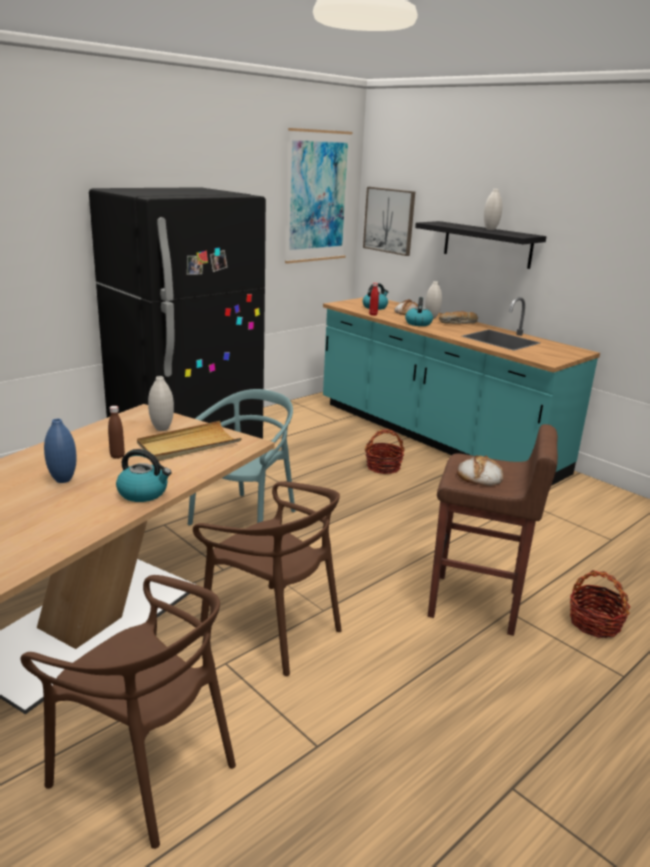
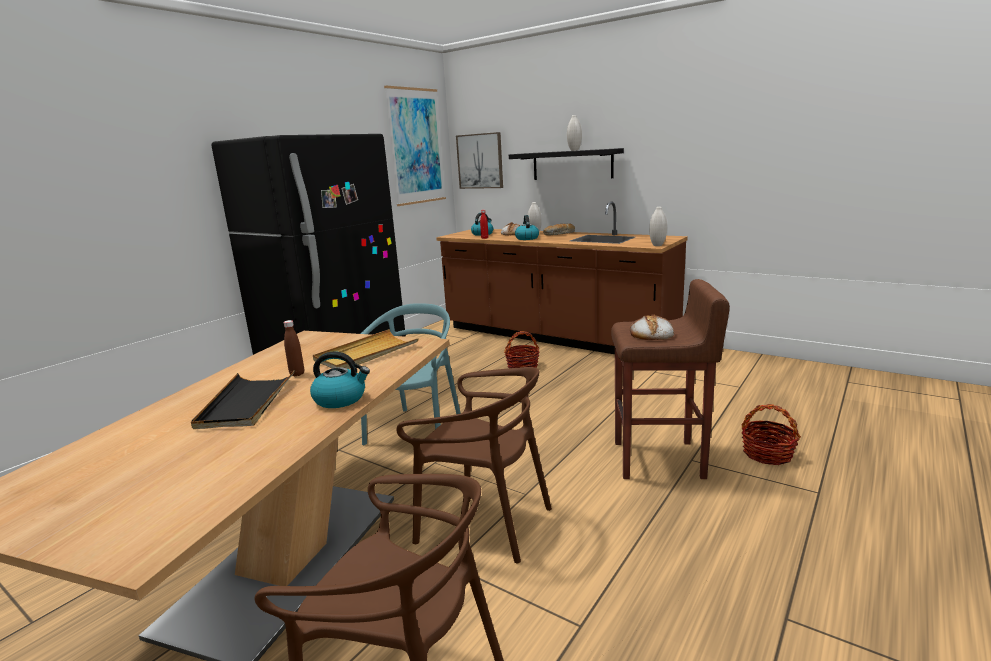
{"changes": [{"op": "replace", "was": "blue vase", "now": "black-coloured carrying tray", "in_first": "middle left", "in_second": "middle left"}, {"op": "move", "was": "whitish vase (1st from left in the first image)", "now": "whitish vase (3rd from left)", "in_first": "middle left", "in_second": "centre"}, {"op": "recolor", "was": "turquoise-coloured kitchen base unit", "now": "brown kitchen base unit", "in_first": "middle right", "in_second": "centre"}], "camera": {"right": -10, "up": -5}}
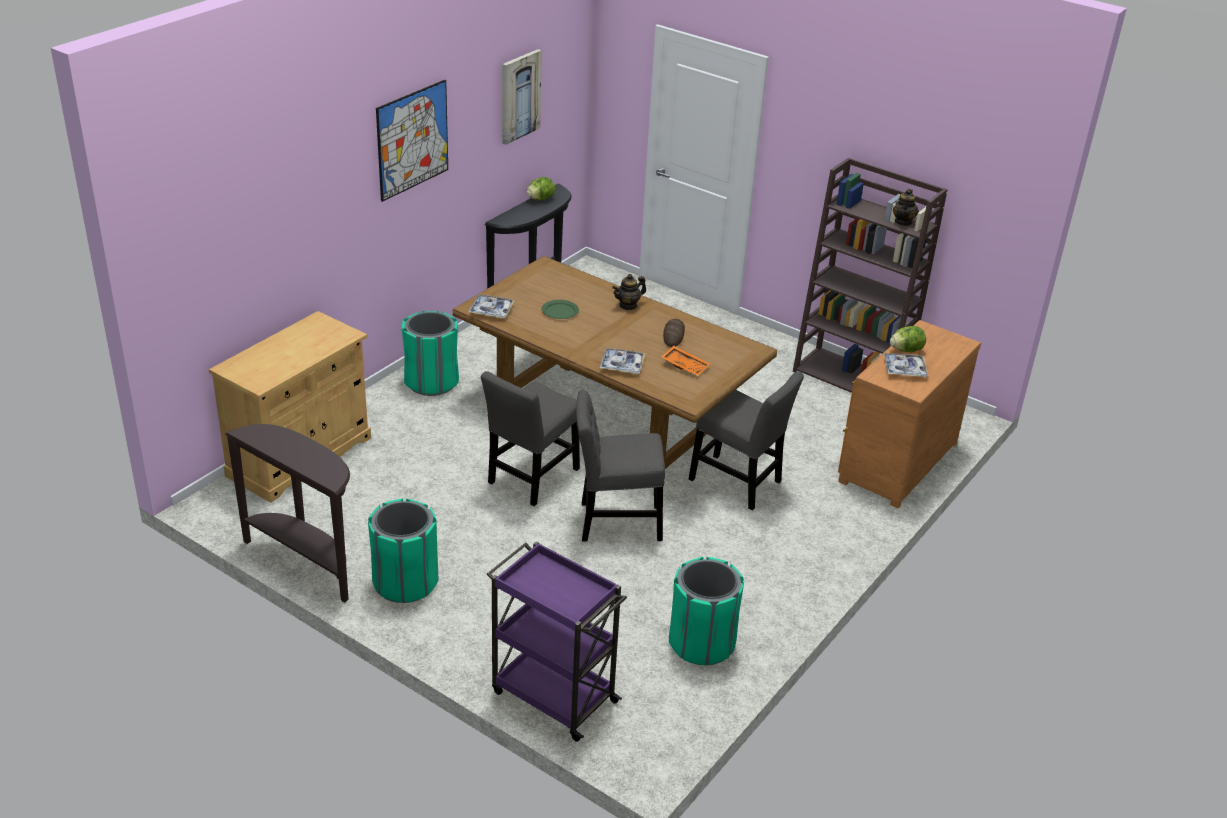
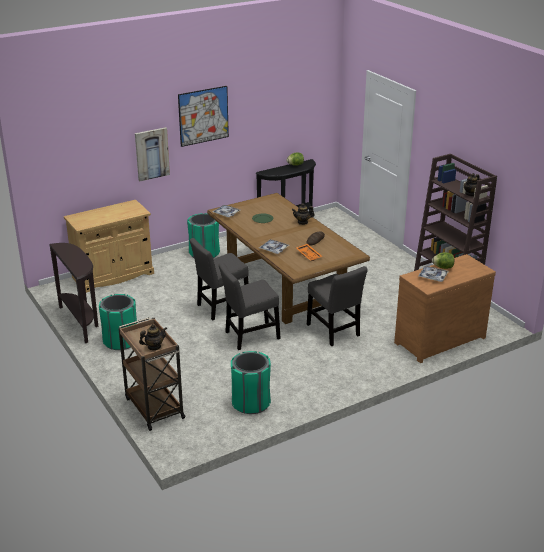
{"changes": [{"op": "recolor", "was": "purplish trolley", "now": "brown trolley", "in_first": "bottom centre", "in_second": "bottom left"}, {"op": "move", "was": "wall picture (2nd from left in the first image)", "now": "wall picture (1st from left)", "in_first": "top centre", "in_second": "top left"}, {"op": "rotate", "was": "grey upright chair (2nd from left)", "in_first": "centre", "in_second": "centre", "clockwise": -45}, {"op": "insert", "now": "teapot (1st from left)", "in_second": "middle left"}], "camera": {"right": 25, "up": -5}}
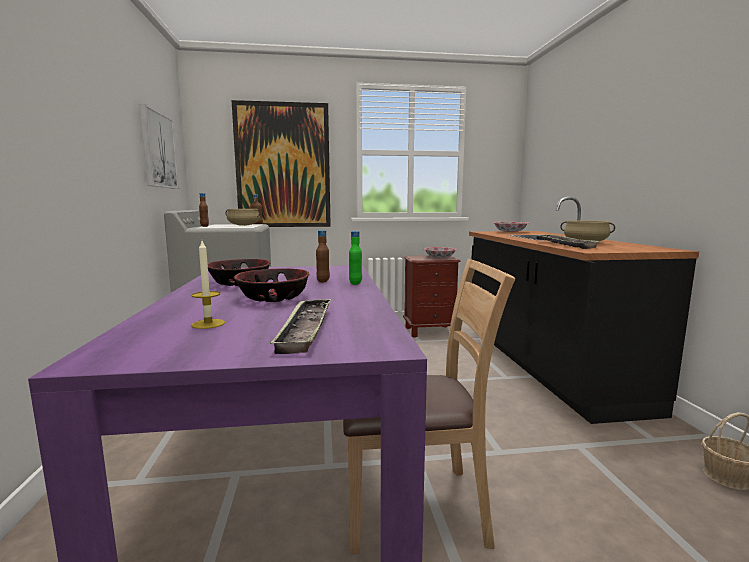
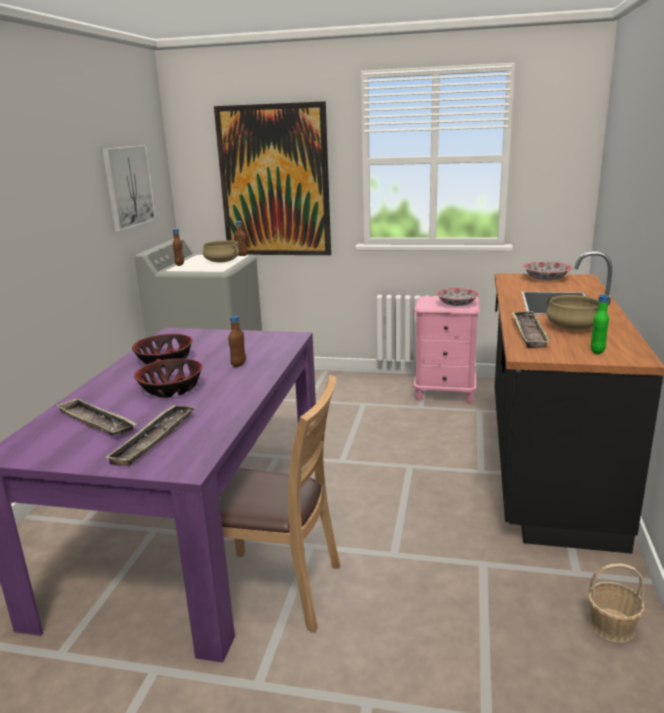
{"changes": [{"op": "replace", "was": "candle", "now": "carrying tray (1st from left)", "in_first": "middle left", "in_second": "middle left"}, {"op": "move", "was": "green-coloured bottle", "in_first": "centre", "in_second": "middle right"}, {"op": "recolor", "was": "brown nightstand", "now": "pink nightstand", "in_first": "centre", "in_second": "middle right"}], "camera": {"right": 20, "up": 10}}
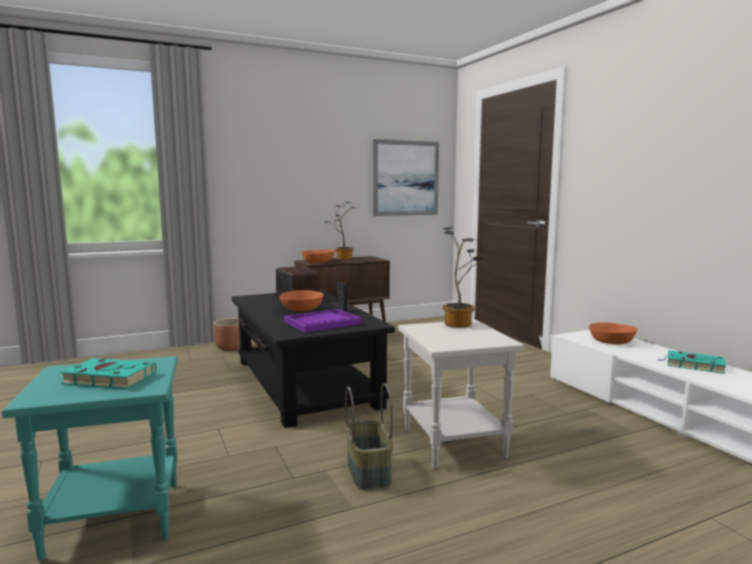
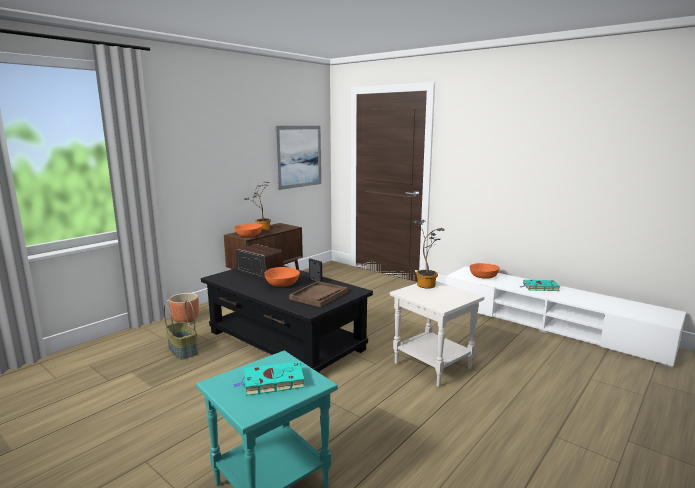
{"changes": [{"op": "recolor", "was": "purplish carrying tray", "now": "brown carrying tray", "in_first": "centre", "in_second": "centre"}, {"op": "move", "was": "storage basket", "in_first": "bottom centre", "in_second": "bottom left"}], "camera": {"right": -25, "up": 5}}
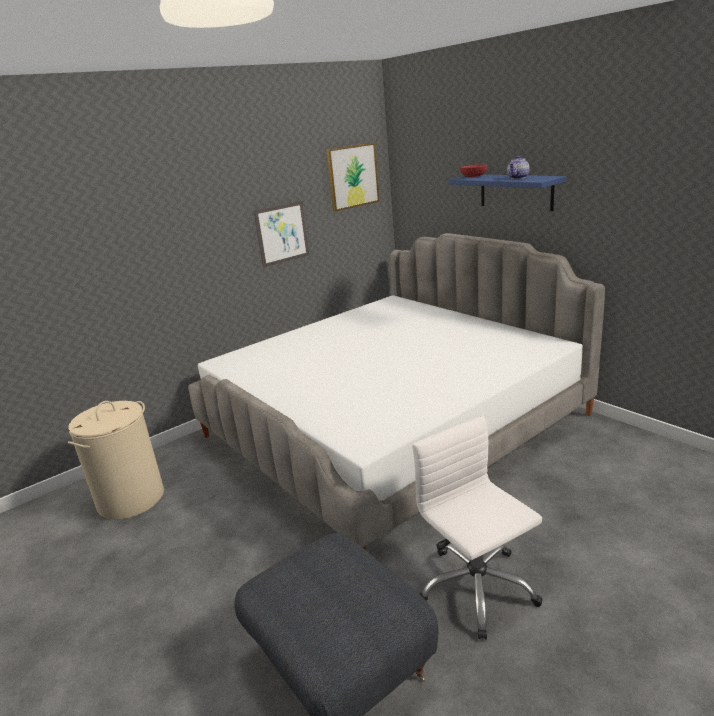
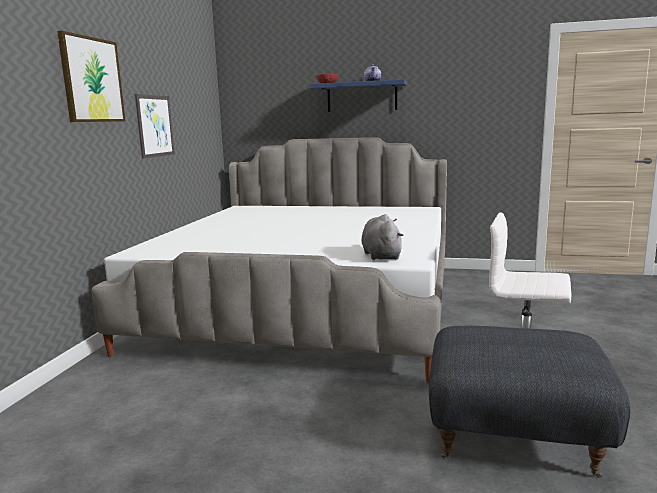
{"changes": [{"op": "delete", "was": "beige-coloured hamper", "in_first": "middle left"}, {"op": "move", "was": "wall picture (2nd from left in the first image)", "now": "wall picture (1st from left)", "in_first": "top centre", "in_second": "top left"}, {"op": "insert", "now": "grey cuddly toy", "in_second": "centre"}], "camera": {"right": -40, "up": -10}}
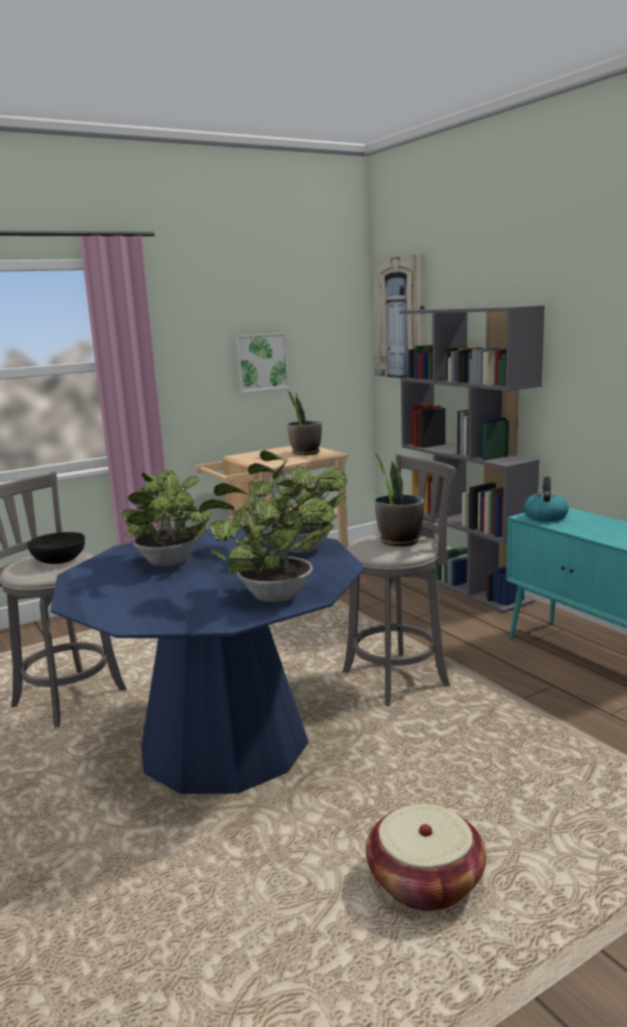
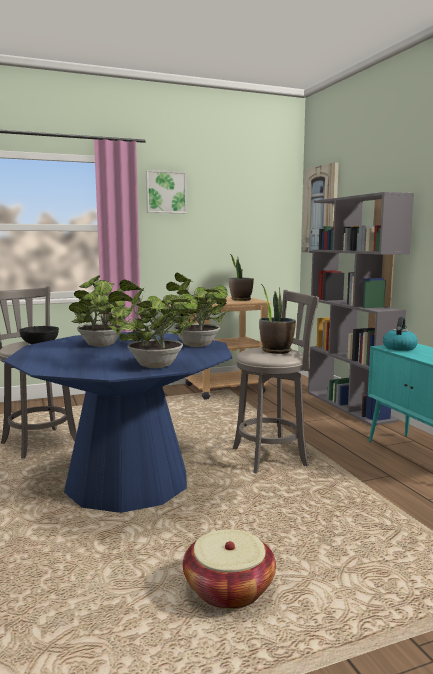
{"changes": [{"op": "move", "was": "wall picture (1st from left)", "in_first": "centre", "in_second": "top centre"}], "camera": {"right": 10, "up": -5}}
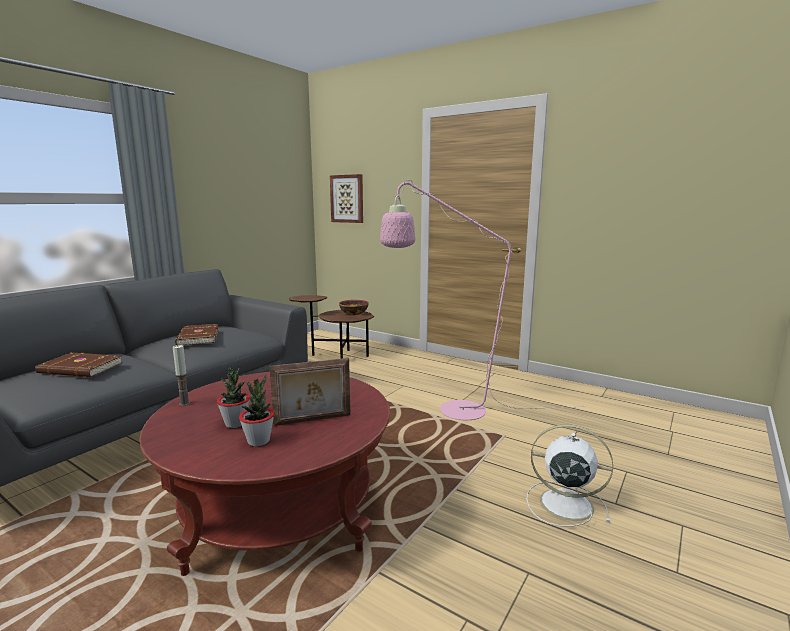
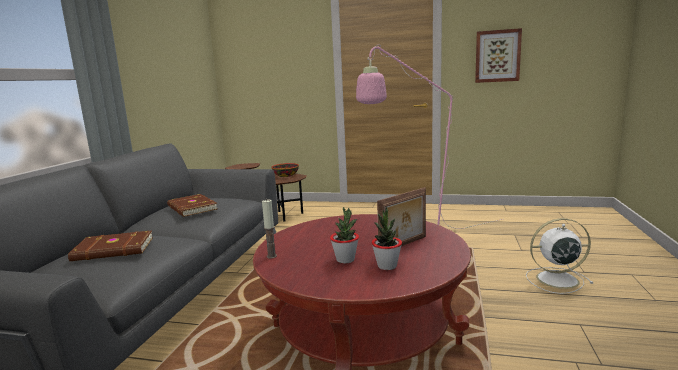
{"changes": [{"op": "move", "was": "wall picture", "in_first": "top centre", "in_second": "top right"}], "camera": {"right": -20, "up": 0}}
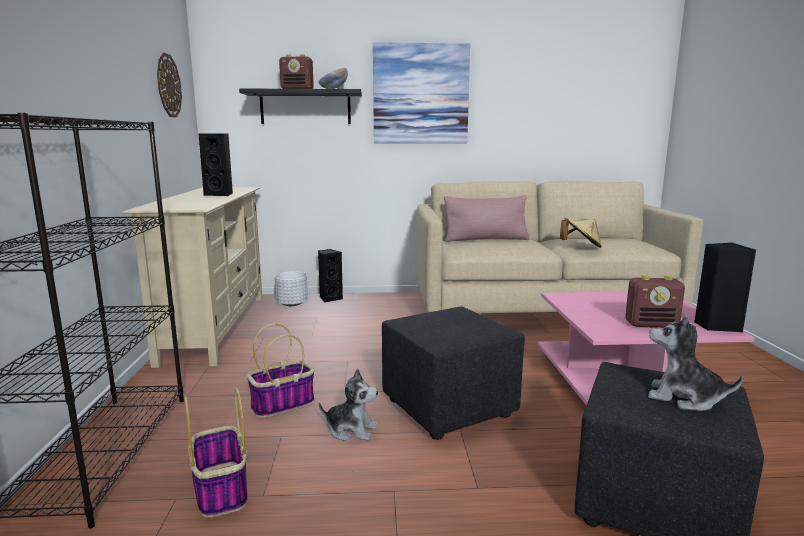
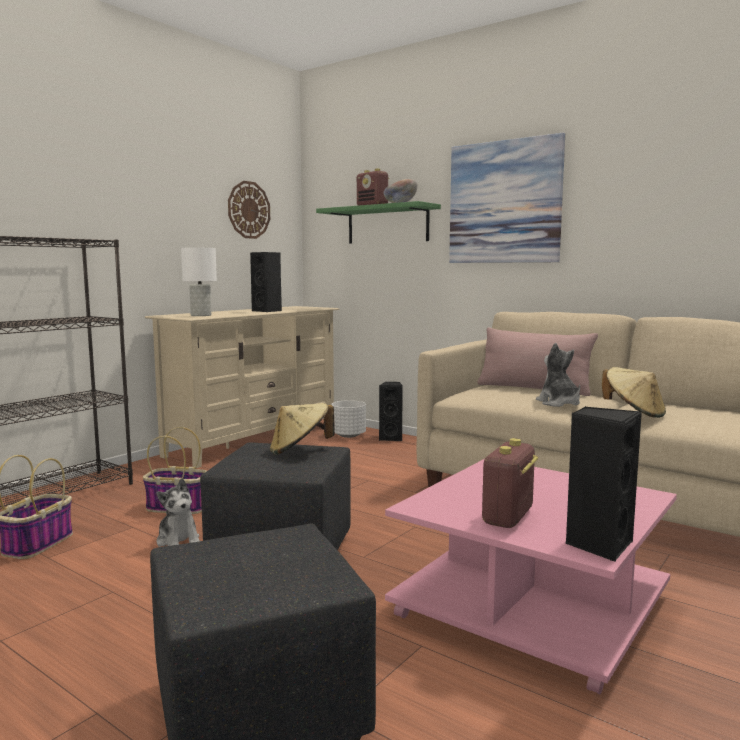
{"changes": [{"op": "recolor", "was": "black-coloured wall shelf", "now": "green-coloured wall shelf", "in_first": "top centre", "in_second": "top centre"}, {"op": "rotate", "was": "radio (2nd from left)", "in_first": "middle right", "in_second": "middle right", "clockwise": 75}, {"op": "move", "was": "cuddly toy (2nd from left)", "in_first": "bottom right", "in_second": "middle right"}, {"op": "insert", "now": "whitish lamp for a table", "in_second": "middle left"}, {"op": "insert", "now": "beige-coloured hat (1st from left)", "in_second": "centre"}], "camera": {"right": 40, "up": -5}}
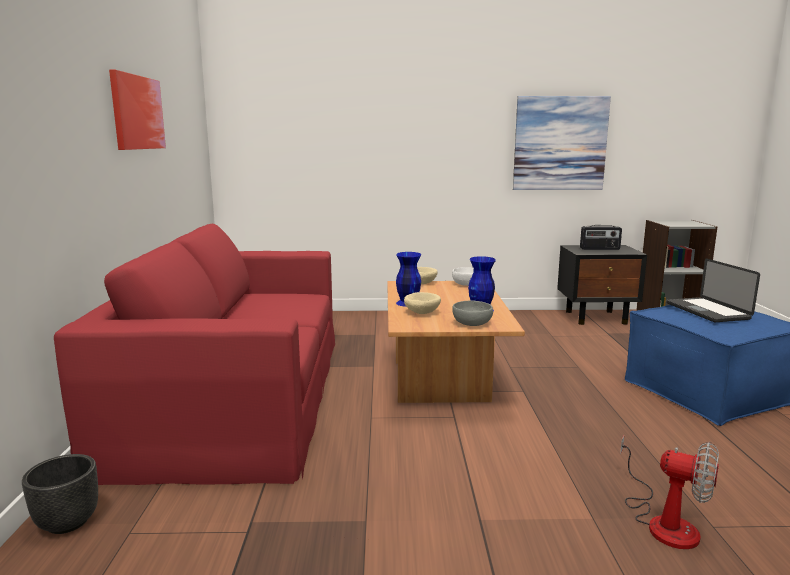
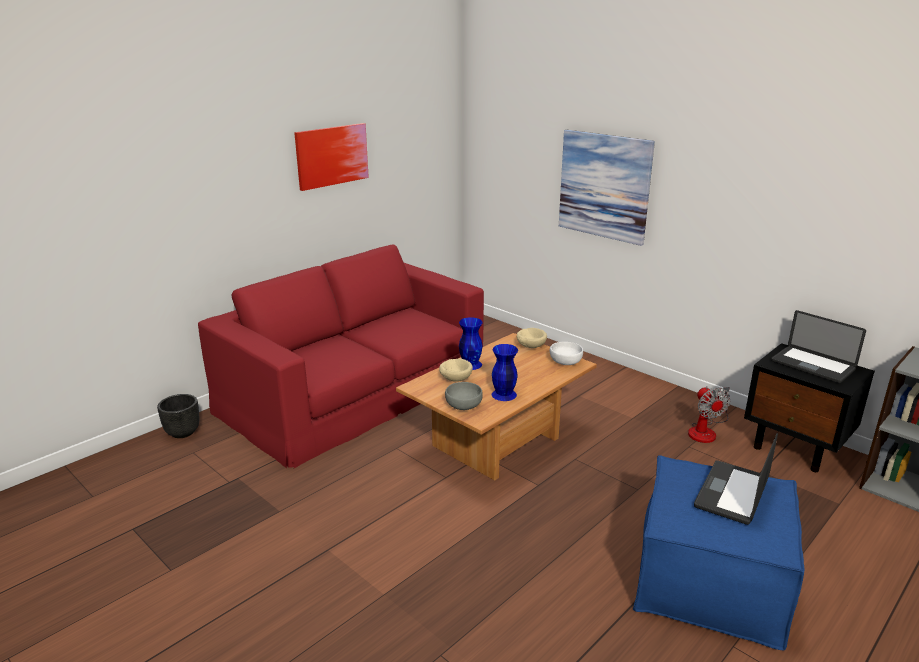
{"changes": [{"op": "move", "was": "wall picture (2nd from left)", "in_first": "top right", "in_second": "top centre"}, {"op": "replace", "was": "radio", "now": "notebook computer (2nd from left)", "in_first": "middle right", "in_second": "middle right"}, {"op": "move", "was": "electric fan", "in_first": "bottom right", "in_second": "middle right"}], "camera": {"right": 45, "up": 10}}
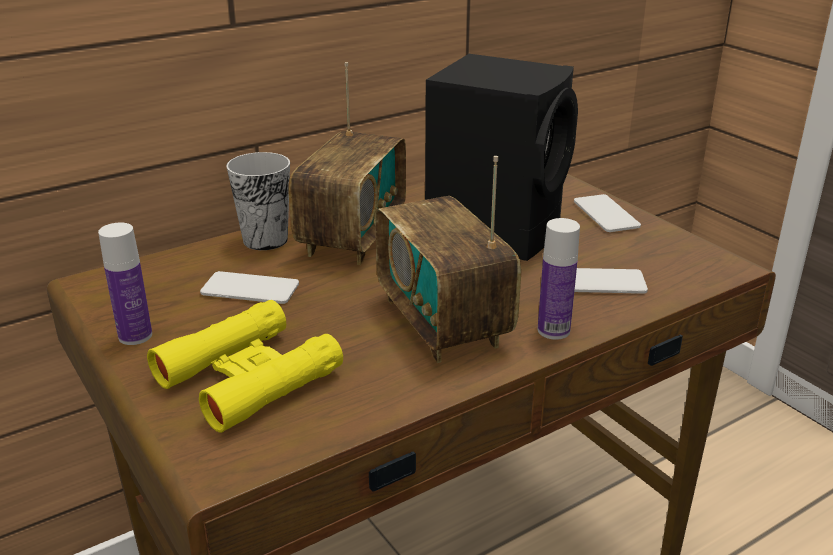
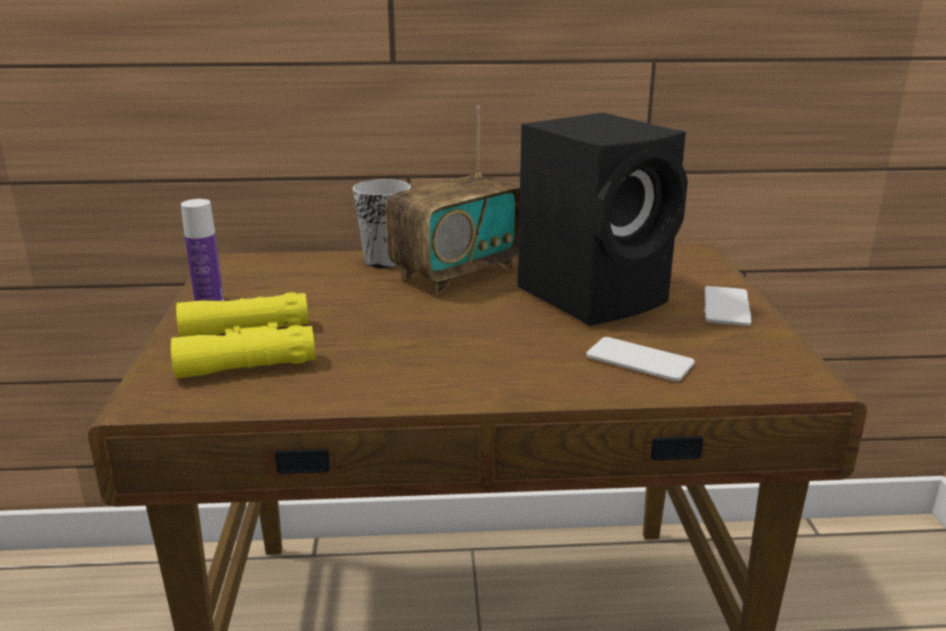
{"changes": [{"op": "delete", "was": "telephone (1st from left)", "in_first": "middle left"}, {"op": "delete", "was": "radio (2nd from left)", "in_first": "centre"}, {"op": "delete", "was": "bottle (2nd from left)", "in_first": "middle right"}], "camera": {"right": 30, "up": -5}}
